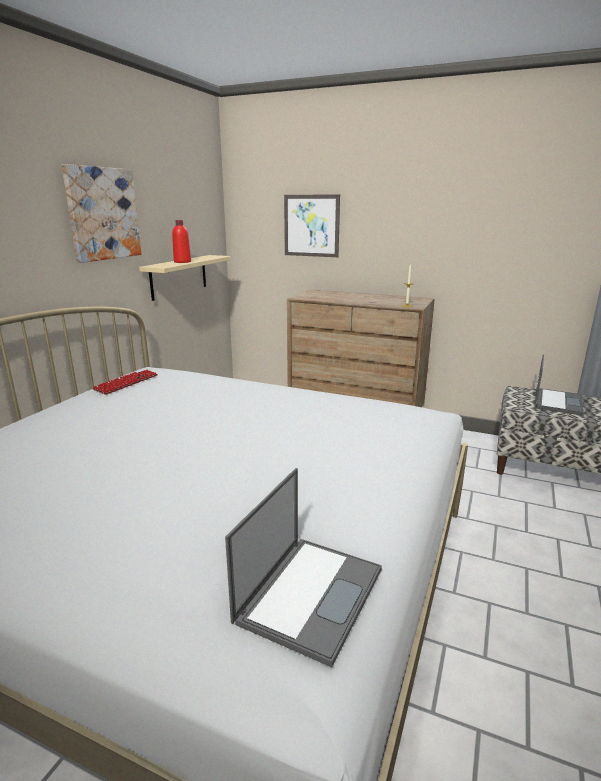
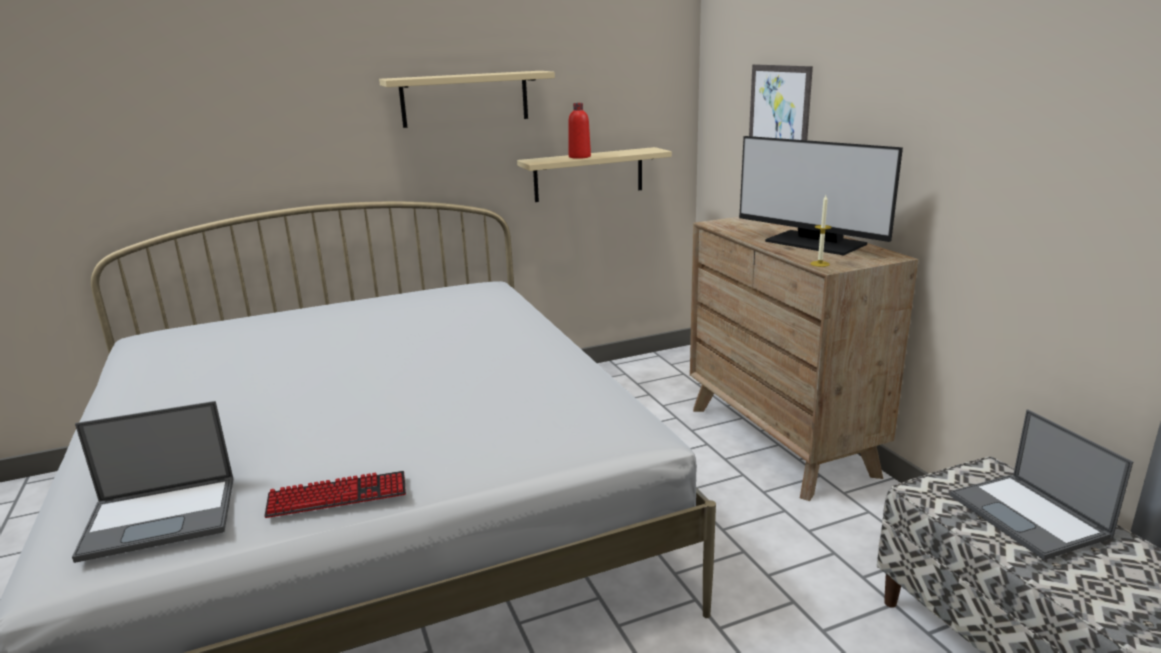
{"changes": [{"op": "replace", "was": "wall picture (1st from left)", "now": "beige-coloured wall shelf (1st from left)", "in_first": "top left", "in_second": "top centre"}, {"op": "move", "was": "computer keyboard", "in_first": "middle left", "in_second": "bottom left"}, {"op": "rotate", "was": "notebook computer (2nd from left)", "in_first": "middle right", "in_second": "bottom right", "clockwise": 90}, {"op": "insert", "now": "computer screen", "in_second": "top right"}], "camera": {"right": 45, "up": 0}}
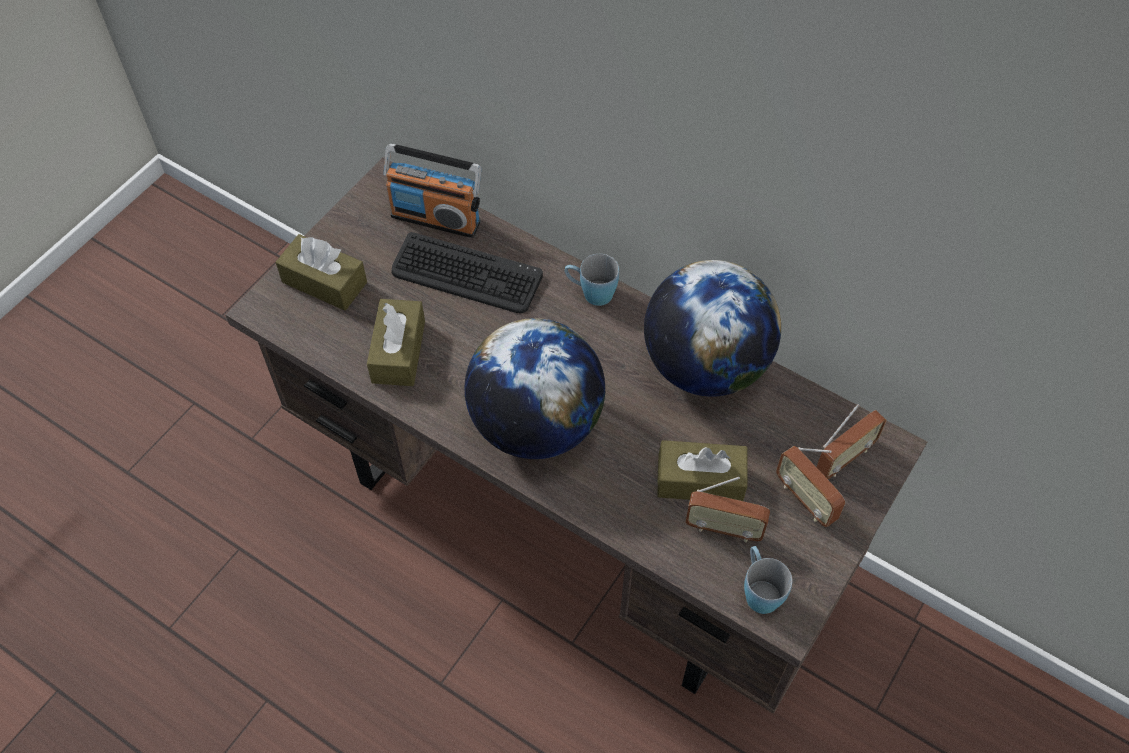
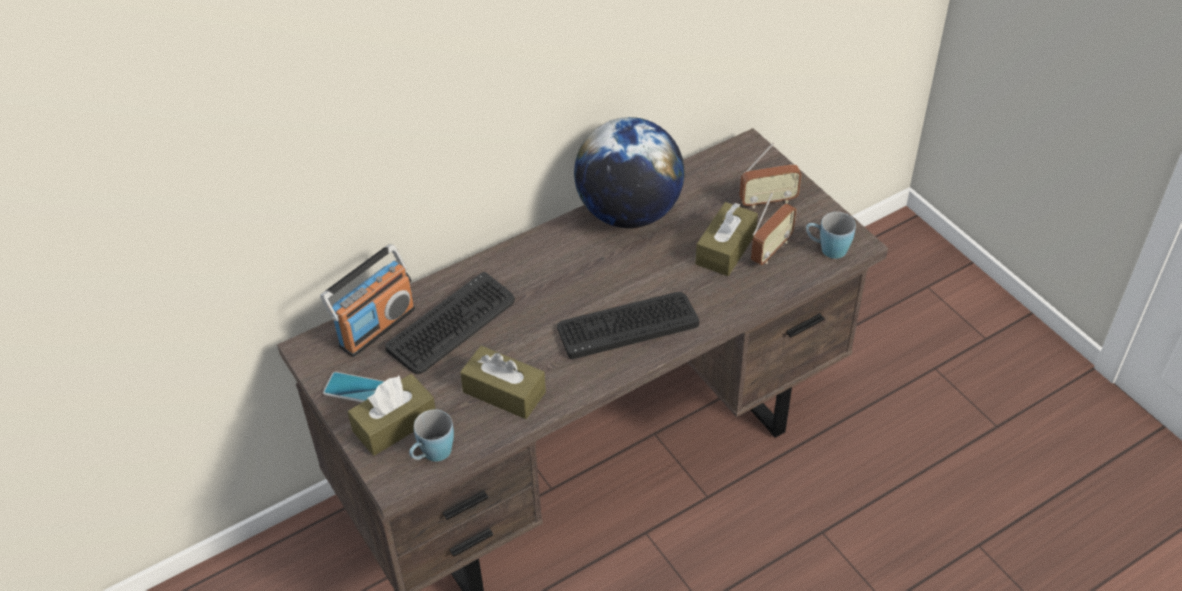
{"changes": [{"op": "replace", "was": "world globe (1st from left)", "now": "computer keyboard (2nd from left)", "in_first": "centre", "in_second": "centre"}, {"op": "move", "was": "blue coffee mug (1st from left)", "in_first": "centre", "in_second": "bottom centre"}, {"op": "delete", "was": "radio (4th from left)", "in_first": "middle right"}, {"op": "insert", "now": "telephone", "in_second": "middle left"}], "camera": {"right": -65, "up": -10}}
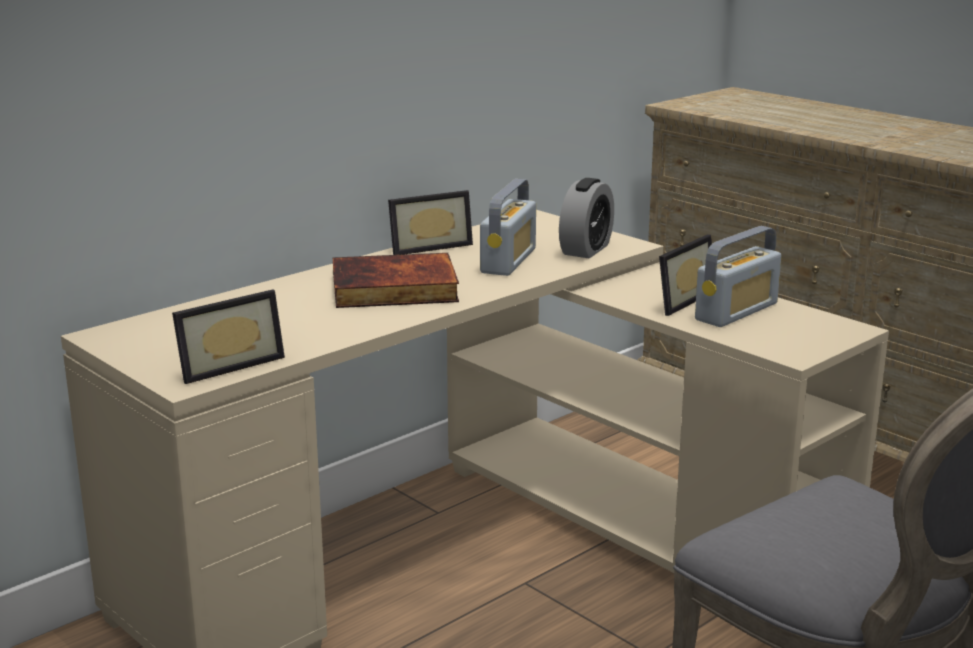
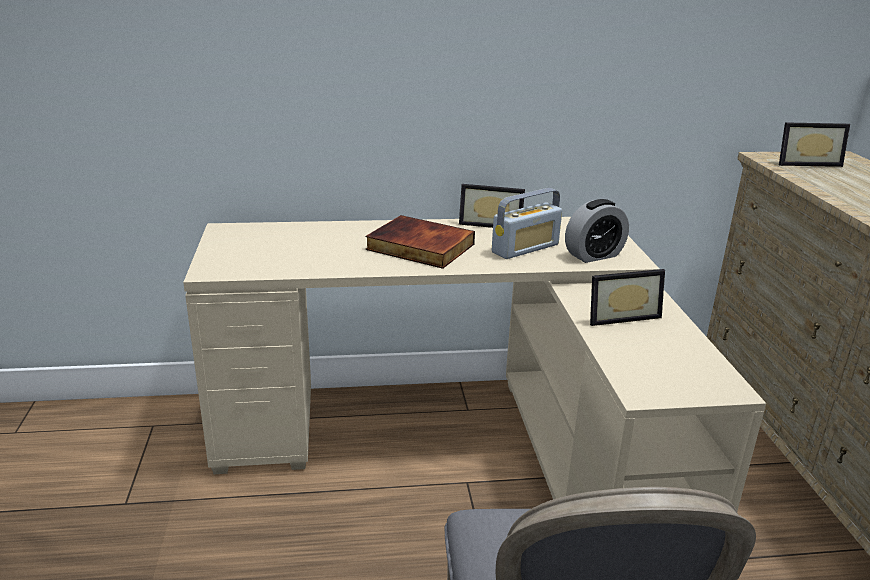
{"changes": [{"op": "move", "was": "picture frame (1st from left in the first image)", "now": "picture frame (3rd from left)", "in_first": "middle left", "in_second": "top right"}, {"op": "delete", "was": "radio (2nd from left)", "in_first": "middle right"}], "camera": {"right": 35, "up": 5}}
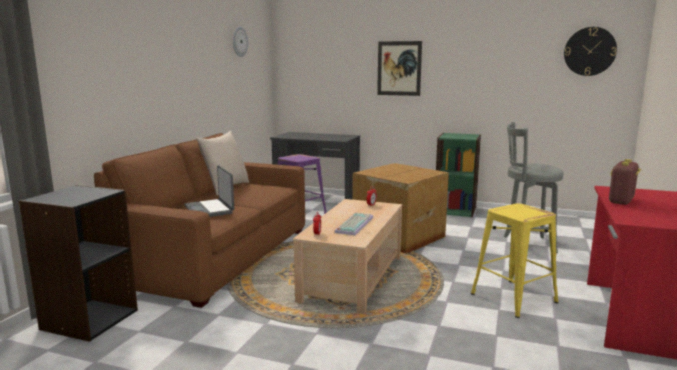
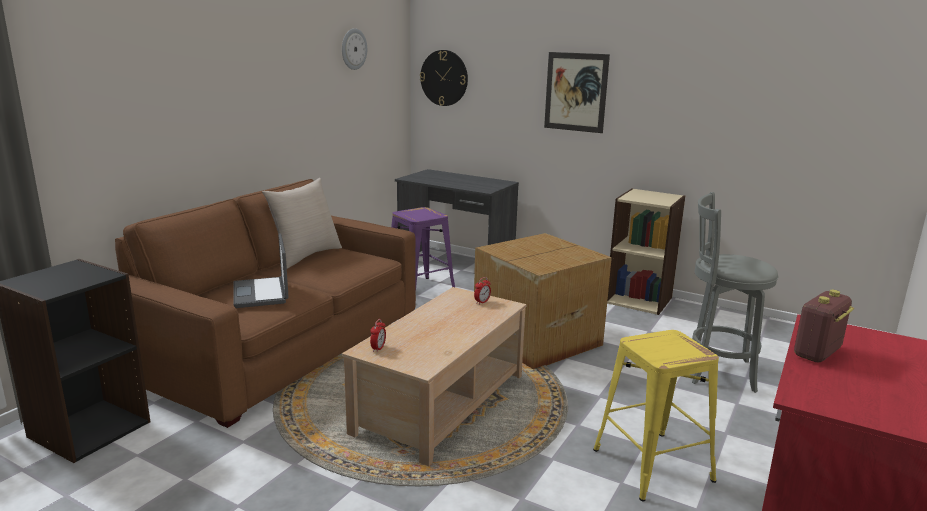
{"changes": [{"op": "delete", "was": "computer keyboard", "in_first": "centre"}, {"op": "recolor", "was": "green-coloured bookshelf", "now": "beige-coloured bookshelf", "in_first": "middle right", "in_second": "middle right"}, {"op": "move", "was": "wall clock (2nd from left)", "in_first": "top right", "in_second": "top centre"}], "camera": {"right": 10, "up": 5}}
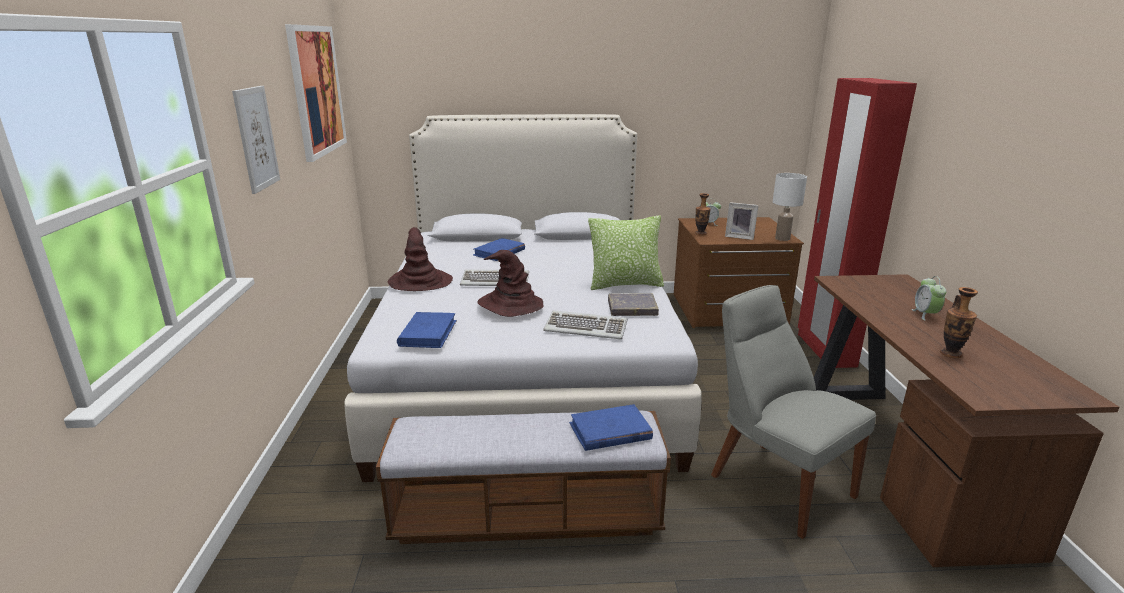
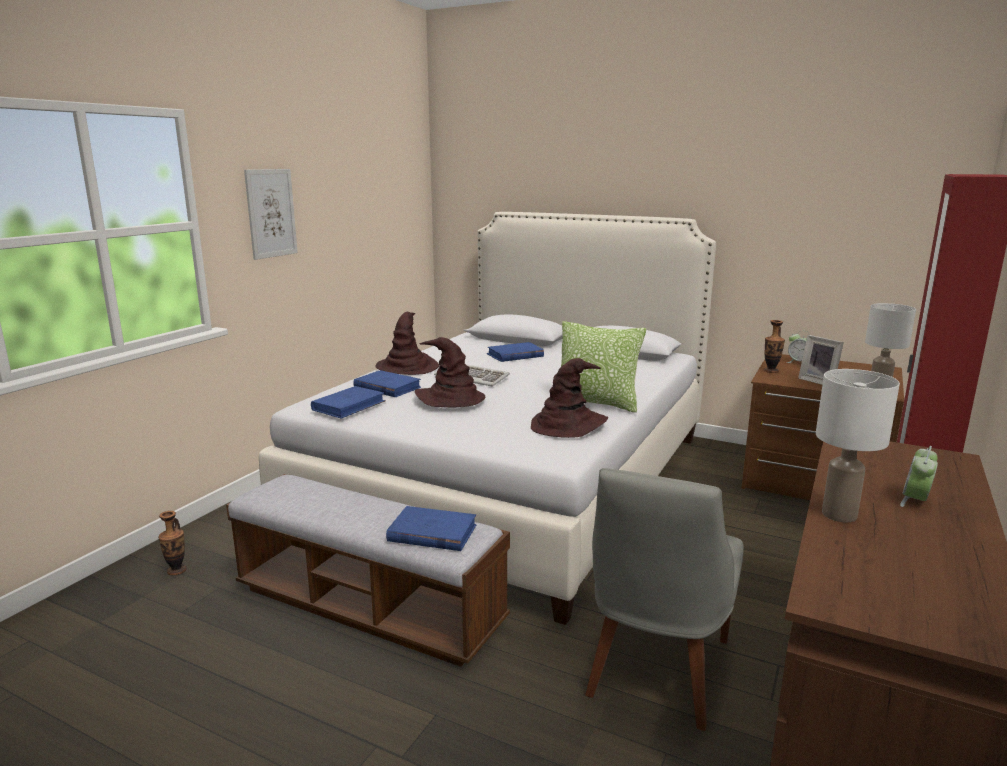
{"changes": [{"op": "delete", "was": "wall picture (2nd from left)", "in_first": "top left"}, {"op": "delete", "was": "computer keyboard (2nd from left)", "in_first": "centre"}, {"op": "replace", "was": "grey volume", "now": "brown hat (3rd from left)", "in_first": "centre", "in_second": "centre"}, {"op": "rotate", "was": "grey upright chair", "in_first": "bottom right", "in_second": "bottom centre", "clockwise": -150}, {"op": "move", "was": "vase (2nd from left in the first image)", "now": "vase (1st from left)", "in_first": "middle right", "in_second": "bottom left"}, {"op": "insert", "now": "blue volume (2nd from left)", "in_second": "centre"}, {"op": "insert", "now": "whitish lamp for a table (1st from left)", "in_second": "middle right"}], "camera": {"right": 30, "up": -5}}
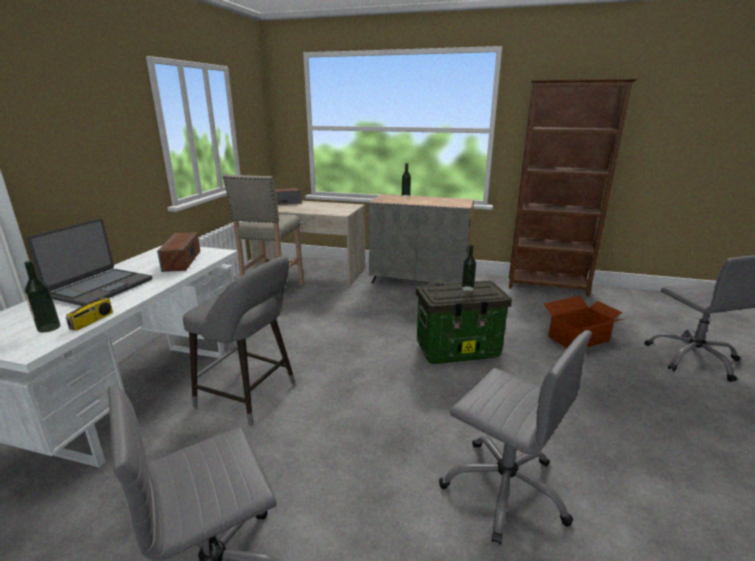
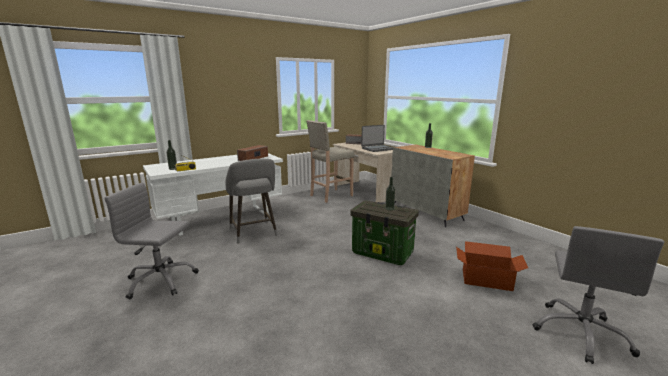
{"changes": [{"op": "move", "was": "notebook computer", "in_first": "middle left", "in_second": "centre"}, {"op": "delete", "was": "grey desk chair (2nd from left)", "in_first": "bottom right"}, {"op": "delete", "was": "brown bookshelf", "in_first": "middle right"}], "camera": {"right": 40, "up": -5}}
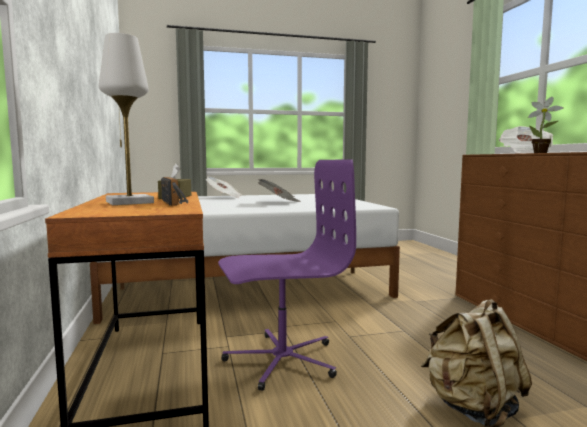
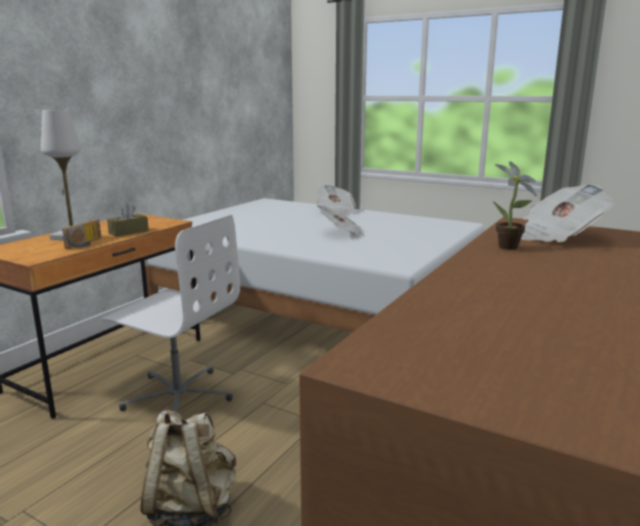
{"changes": [{"op": "recolor", "was": "purplish desk chair", "now": "whitish desk chair", "in_first": "centre", "in_second": "middle left"}], "camera": {"right": 45, "up": 10}}
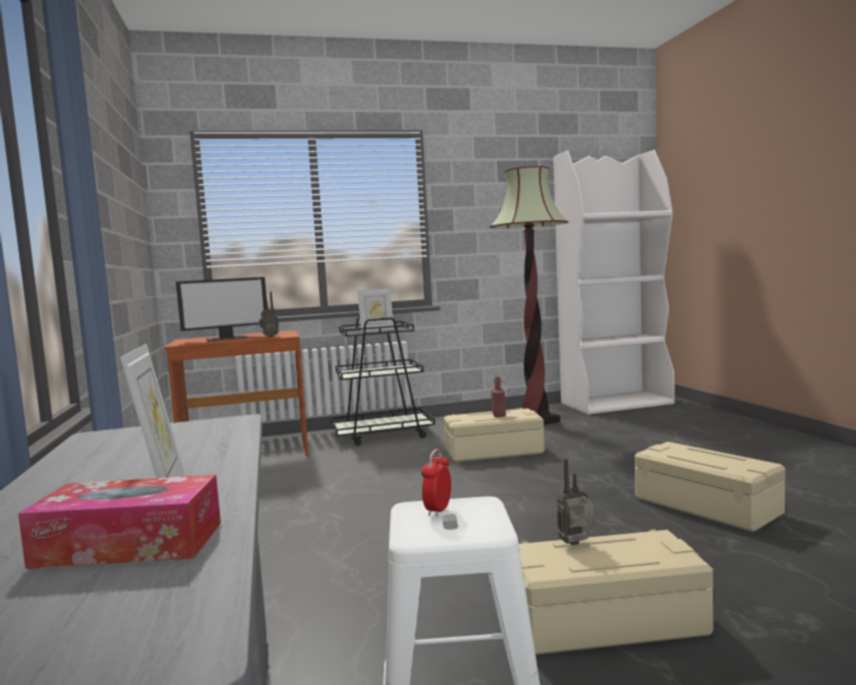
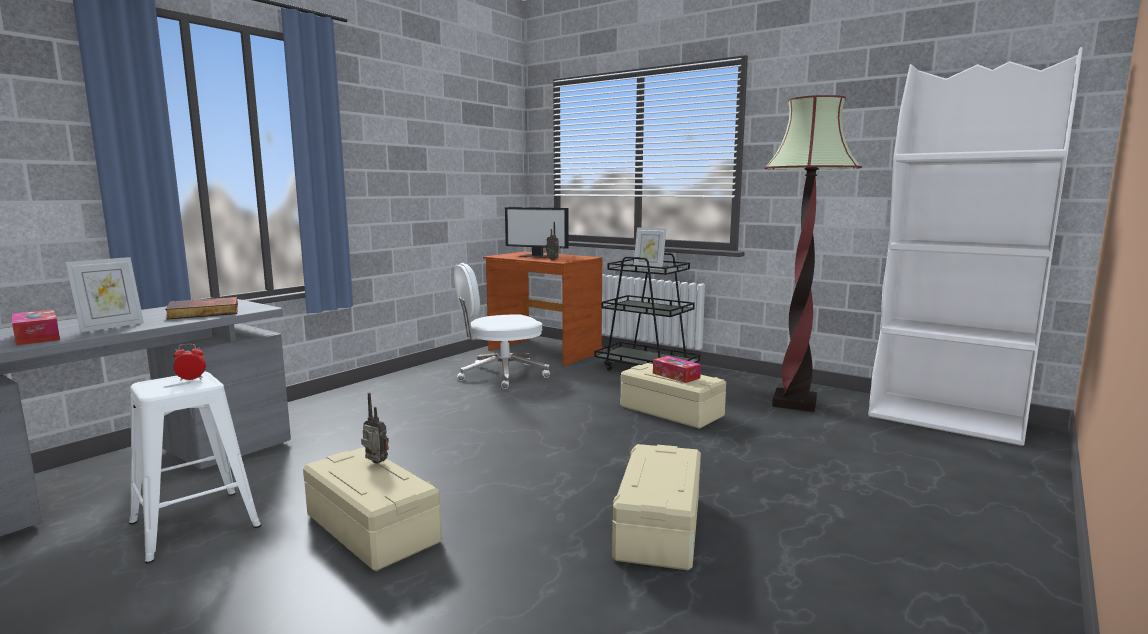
{"changes": [{"op": "replace", "was": "reddish bottle", "now": "tissue holder (2nd from left)", "in_first": "centre", "in_second": "centre"}, {"op": "insert", "now": "volume", "in_second": "middle left"}, {"op": "insert", "now": "whitish desk chair", "in_second": "centre"}], "camera": {"right": 50, "up": 5}}
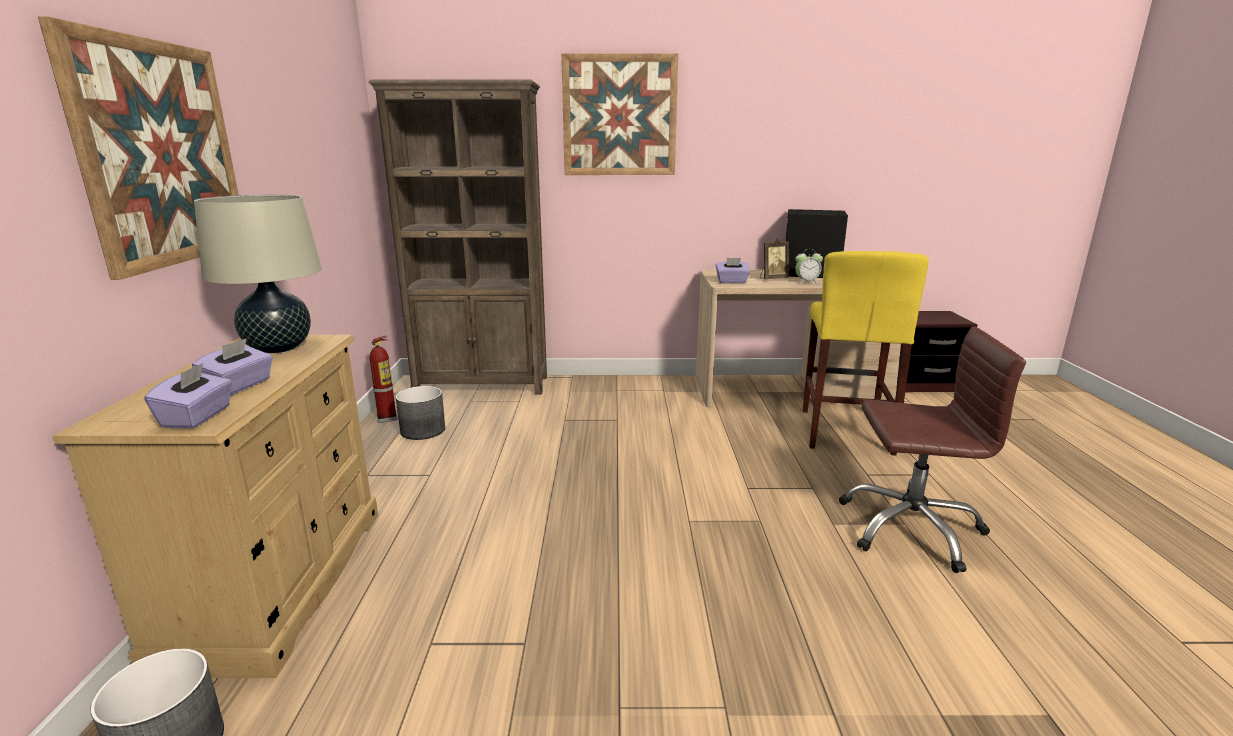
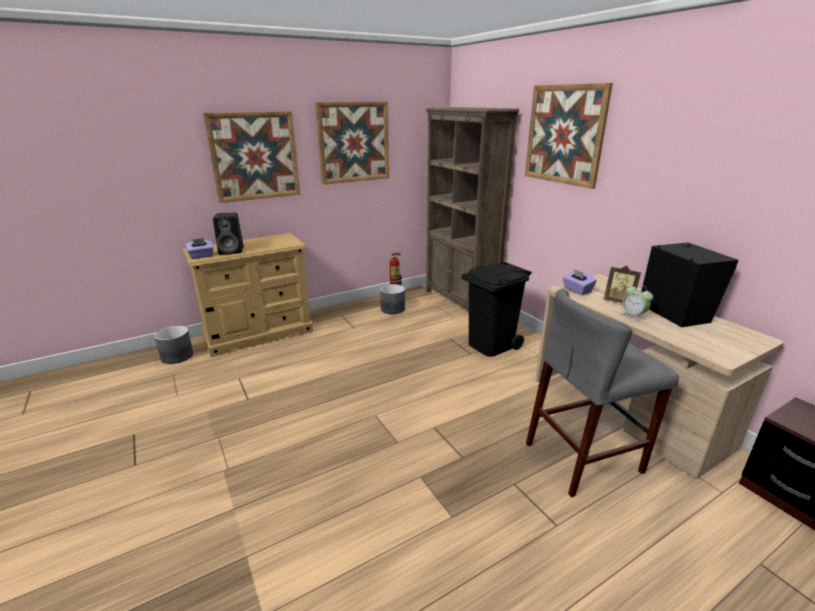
{"changes": [{"op": "replace", "was": "purplish tissue holder (2nd from left)", "now": "black-coloured speaker (1st from left)", "in_first": "middle left", "in_second": "middle left"}, {"op": "delete", "was": "beige-coloured lamp for a table", "in_first": "middle left"}, {"op": "recolor", "was": "yellow stool", "now": "grey stool", "in_first": "middle right", "in_second": "middle right"}, {"op": "delete", "was": "brown desk chair", "in_first": "middle right"}, {"op": "insert", "now": "wall picture (2nd from left)", "in_second": "top centre"}, {"op": "insert", "now": "black-coloured trash can", "in_second": "centre"}], "camera": {"right": 60, "up": 5}}
